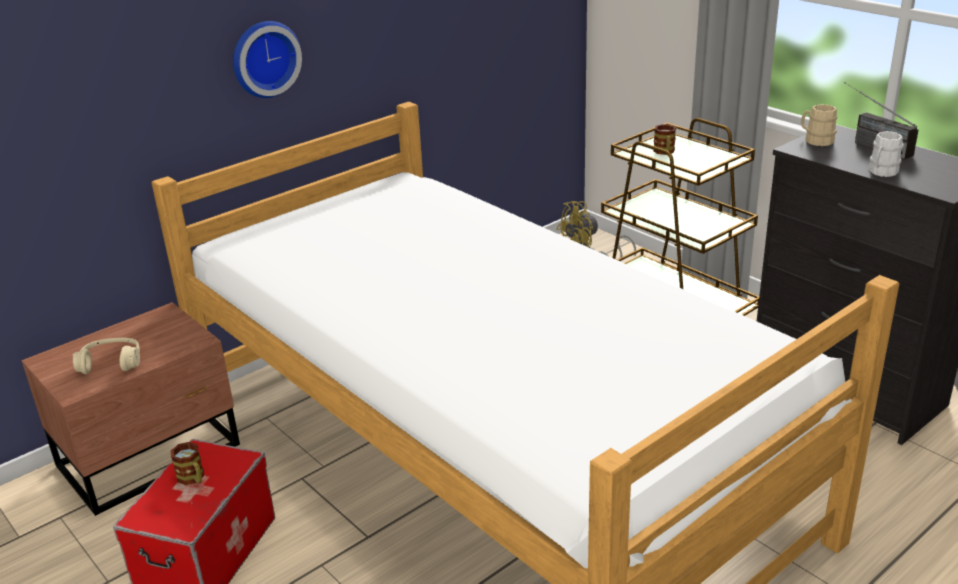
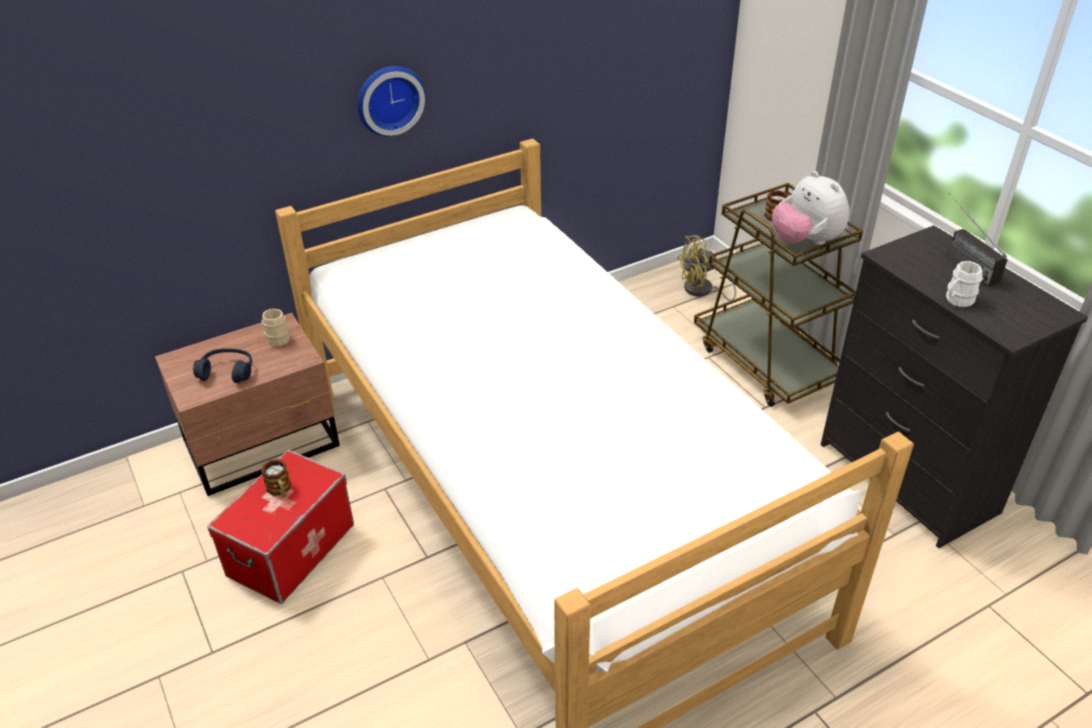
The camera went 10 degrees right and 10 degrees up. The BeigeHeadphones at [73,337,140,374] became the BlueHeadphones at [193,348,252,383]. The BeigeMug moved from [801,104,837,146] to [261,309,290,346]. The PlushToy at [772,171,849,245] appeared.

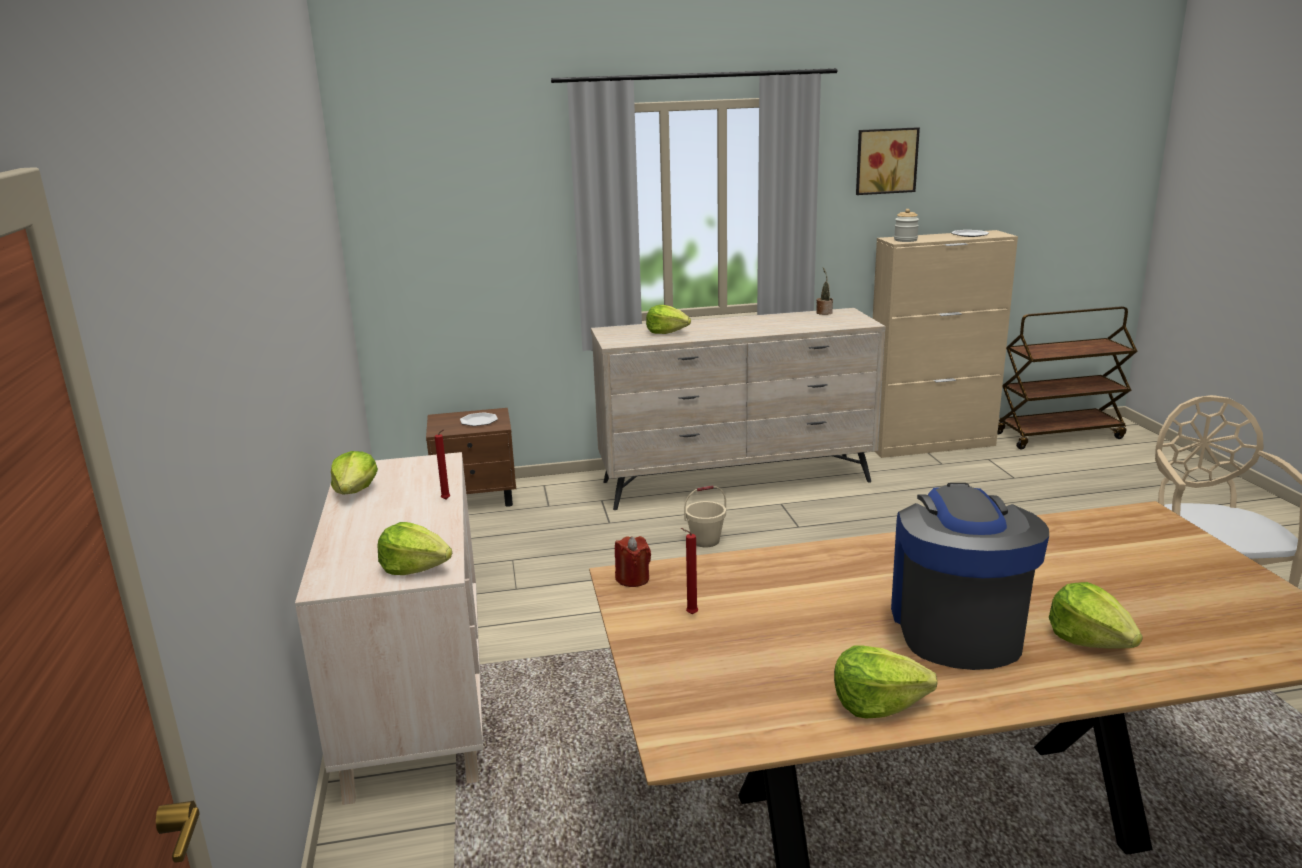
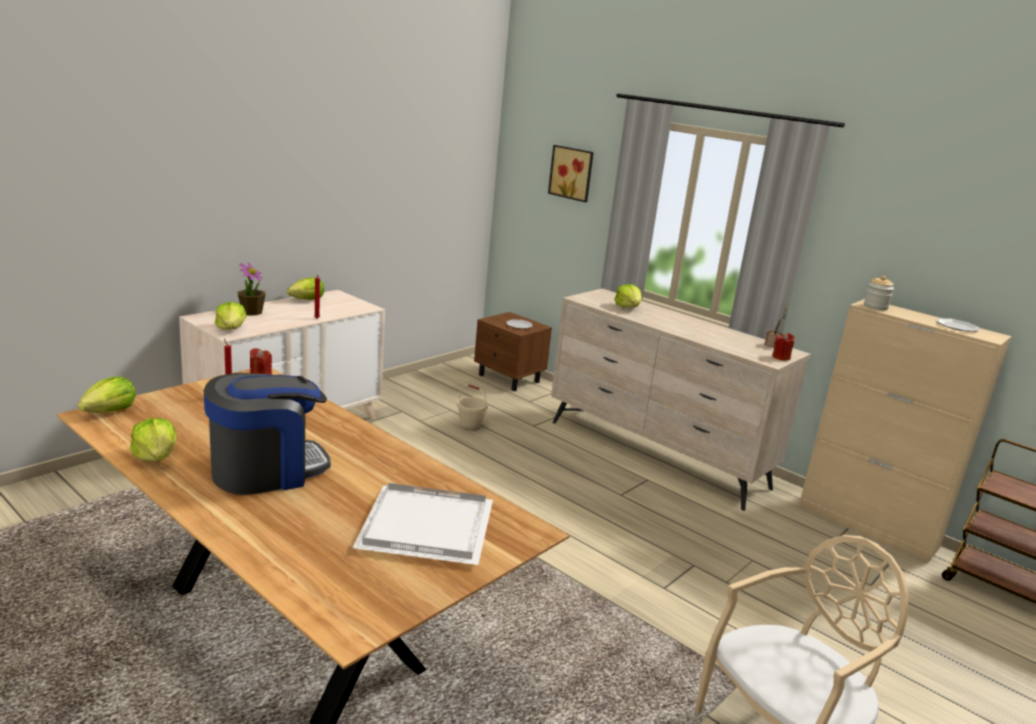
The camera went 50 degrees right and 0 degrees up. The BeigeBucket moved from [684,485,726,547] to [457,384,488,431]. The Picture moved from [856,127,920,195] to [548,145,594,202]. The Lettuce moved from [1049,582,1143,649] to [78,377,136,413]. The PottedPlant at [238,262,266,315] appeared. The WhiteTray at [353,483,493,565] appeared. The RedCandle at [772,333,794,361] appeared.

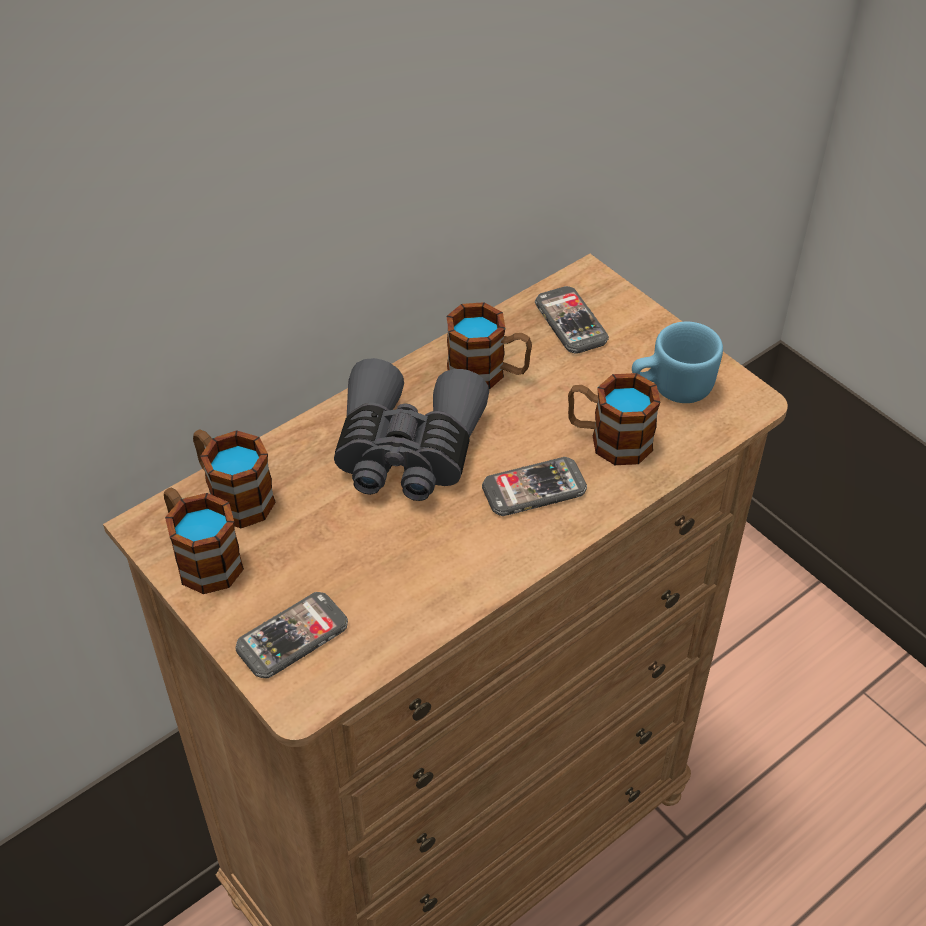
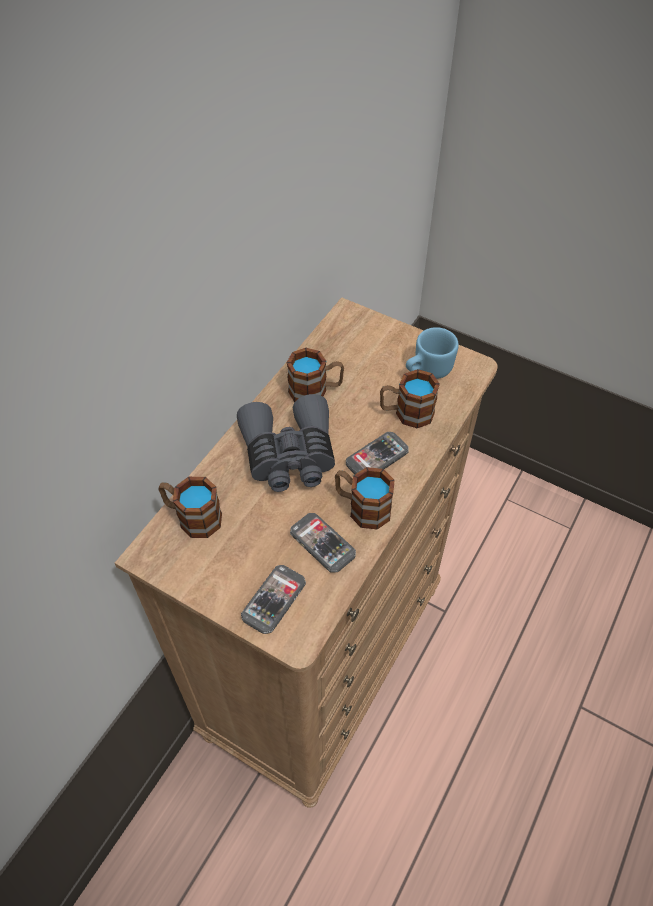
The camera went 20 degrees left and 5 degrees up. The Mug moved from [164,488,244,594] to [335,467,394,529]. The Phone moved from [535,286,609,354] to [290,513,356,573].

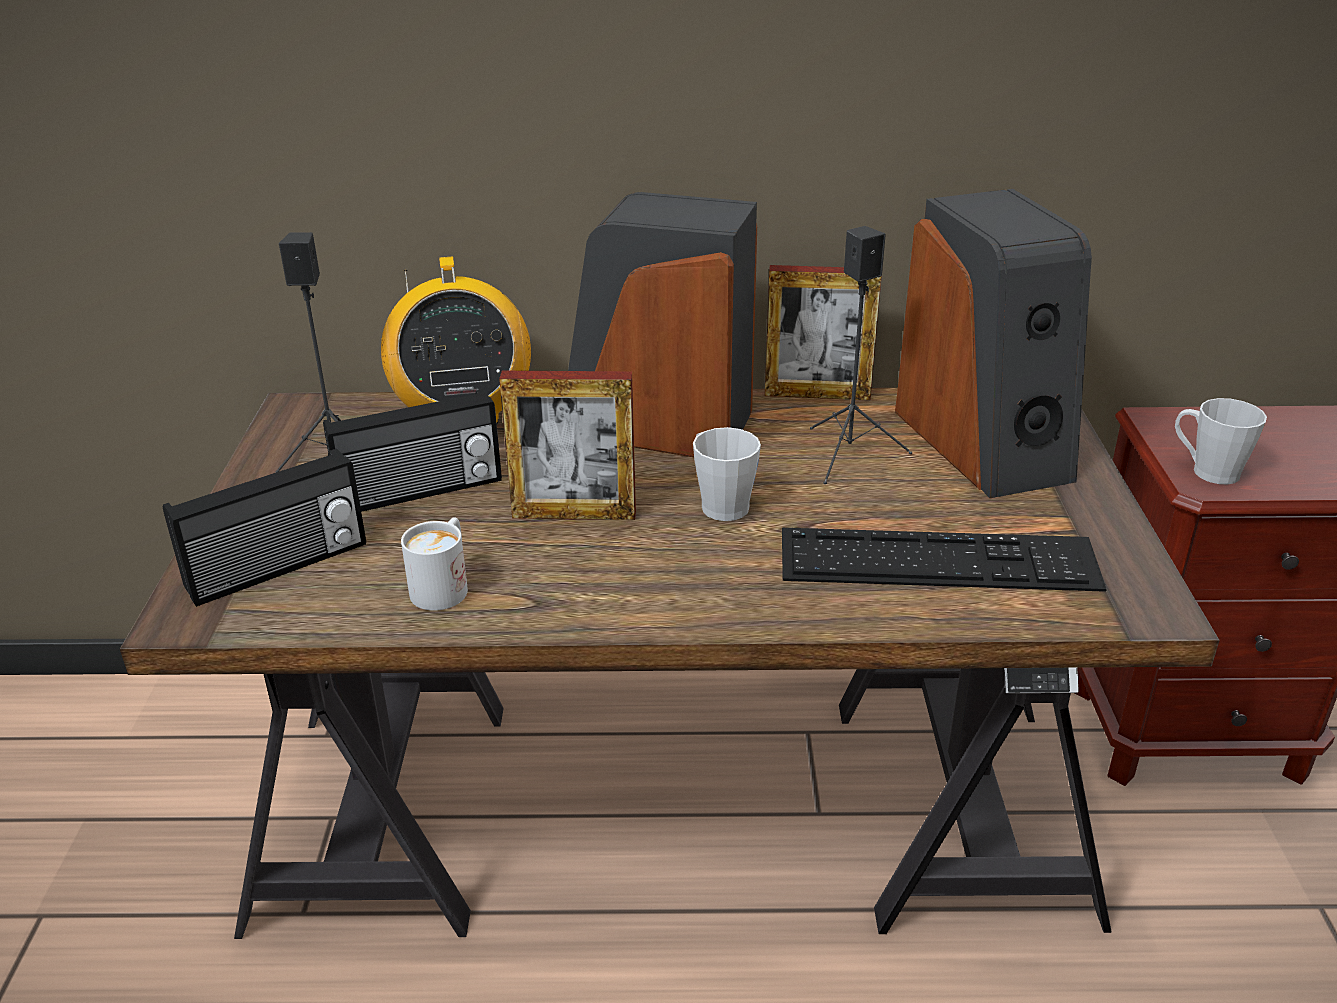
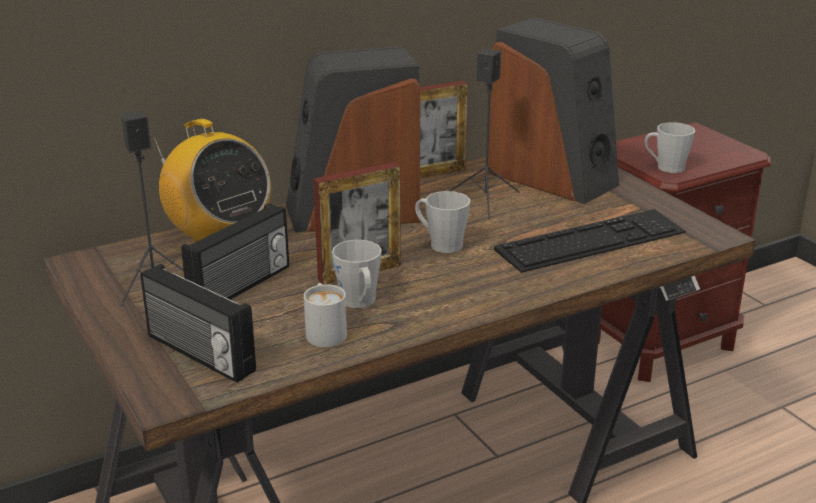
The camera went 30 degrees left and 5 degrees down. The Radio at [163,449,366,607] turned 105 degrees clockwise. The GreyMug at [332,240,382,308] appeared.

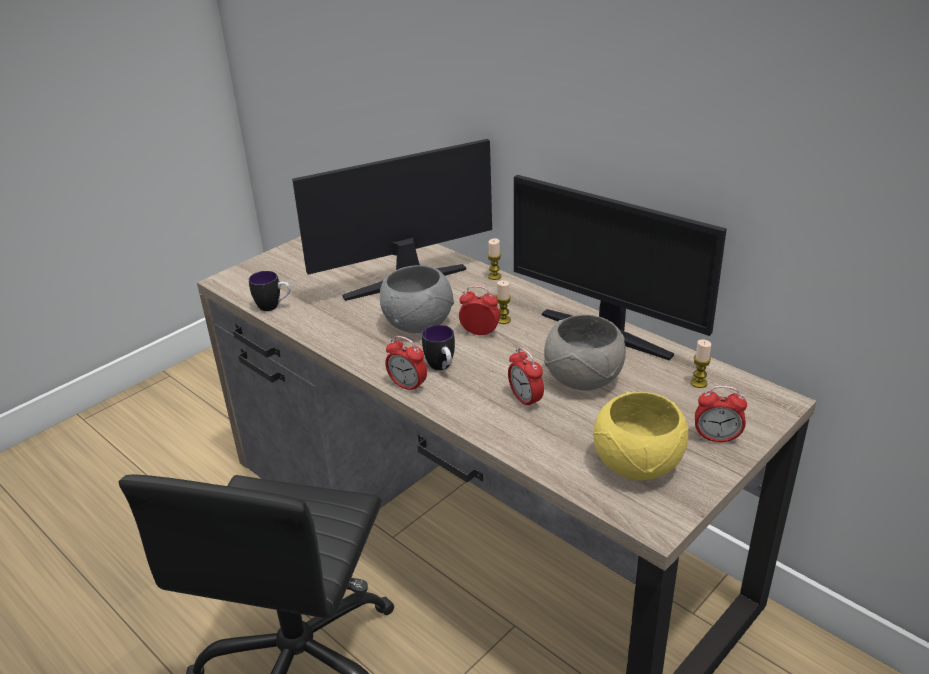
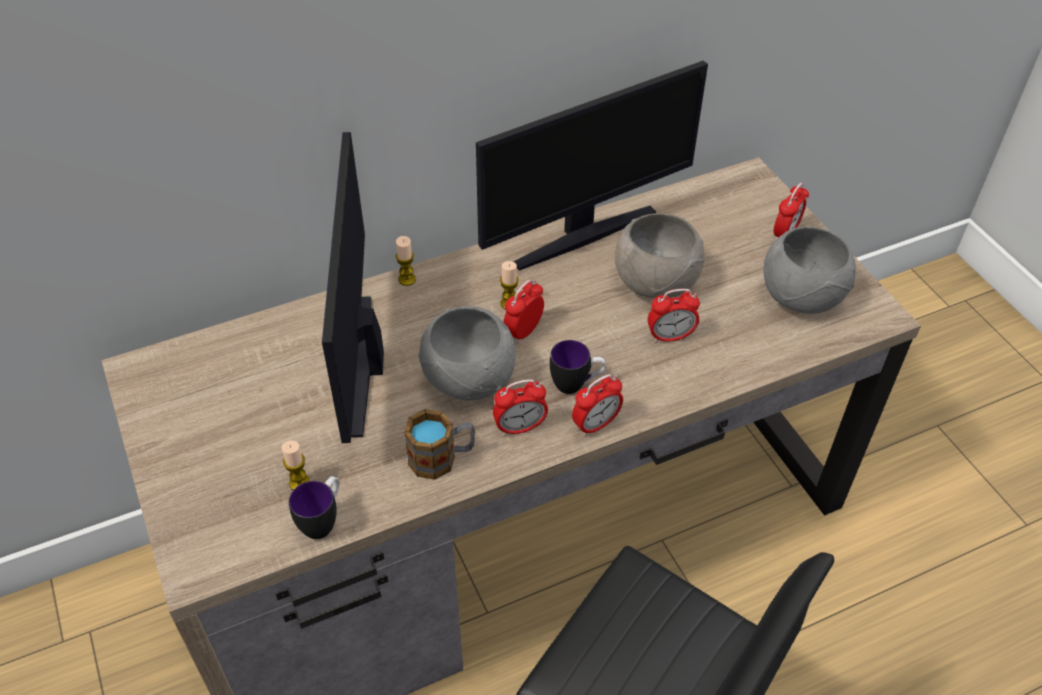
The camera went 70 degrees left and 15 degrees up. The YellowBowl at [593,392,688,480] became the GreyBowl at [763,227,856,314]. The Candle moved from [691,339,711,388] to [281,441,310,490]. The Mug at [404,409,475,479] appeared. The AlarmClock at [493,379,548,436] appeared.

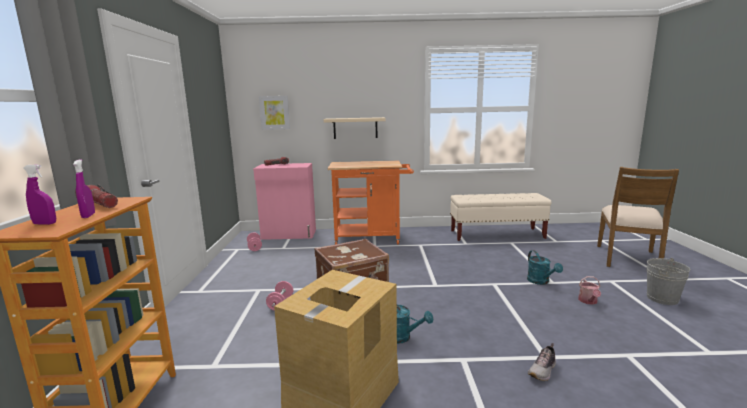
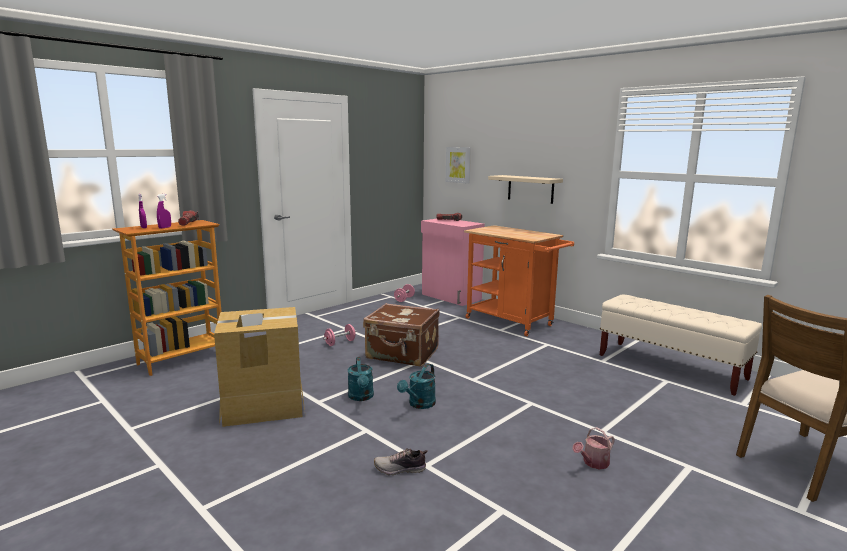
The camera went 45 degrees right and 0 degrees up. The TurquoiseWateringCan moved from [527,250,563,285] to [397,364,436,409]. The GreyBucket at [647,258,690,305] disappeared.

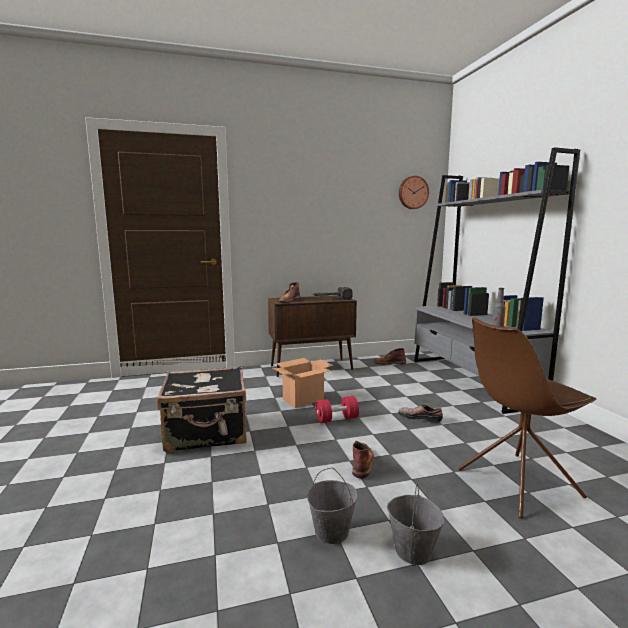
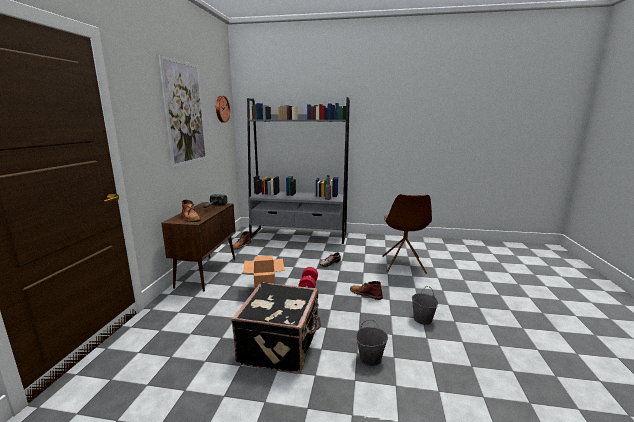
The camera went 65 degrees left and 5 degrees up. The GreyBucket moved from [387,482,445,565] to [356,320,388,366]. The Picture at [158,55,207,167] appeared.

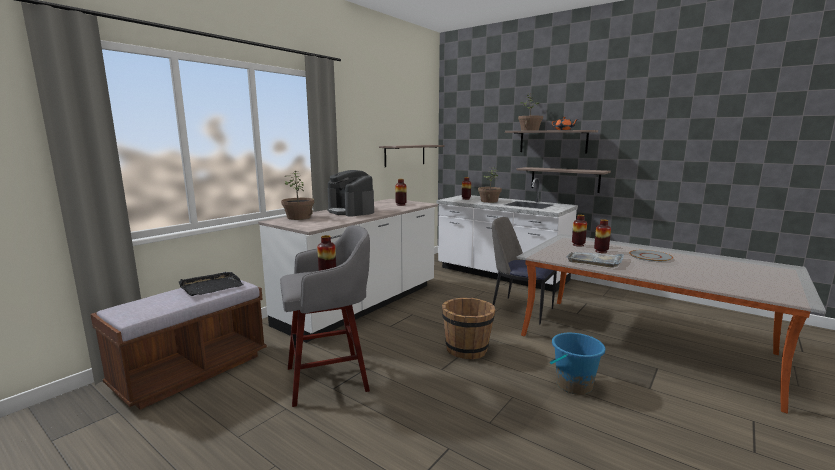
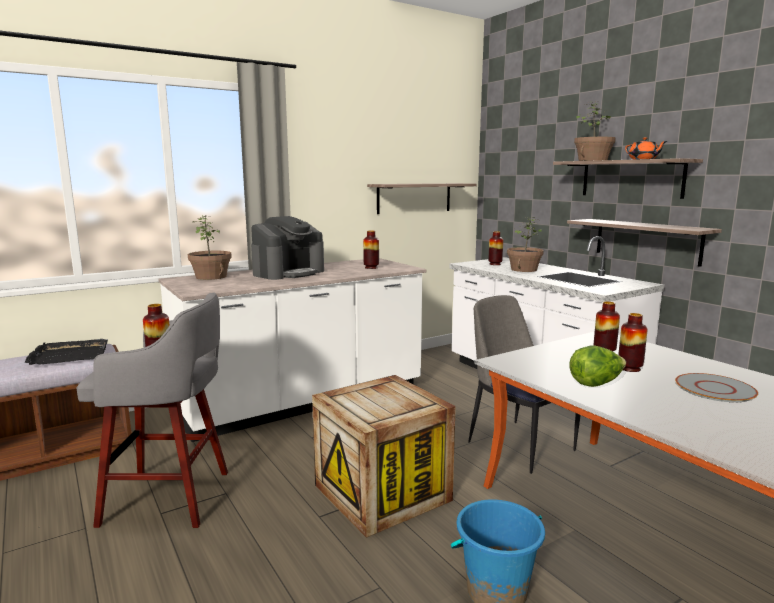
The camera went 20 degrees right and 0 degrees up. The CoffeeMachine at [327,170,374,216] turned 120 degrees counterclockwise. The BrownBucket at [442,298,495,359] was replaced by the Crate at [312,375,456,538]. The GreyTray at [567,252,624,268] was replaced by the Lettuce at [569,345,626,387].

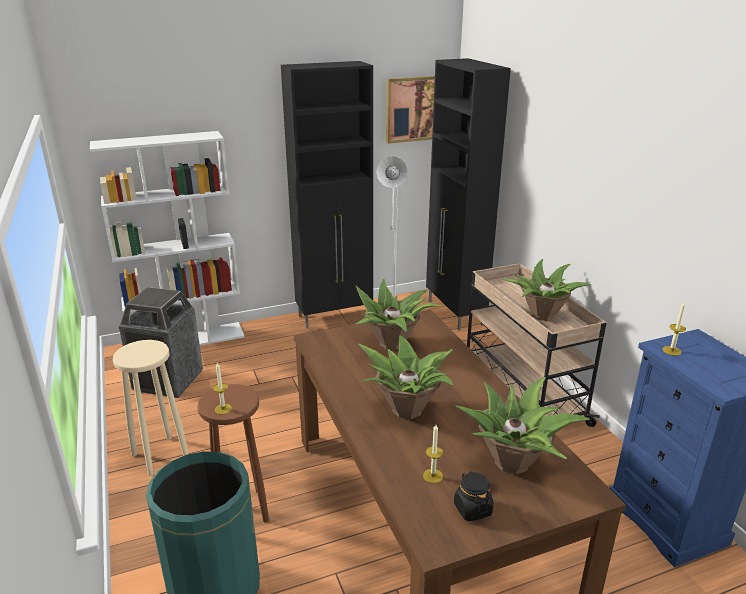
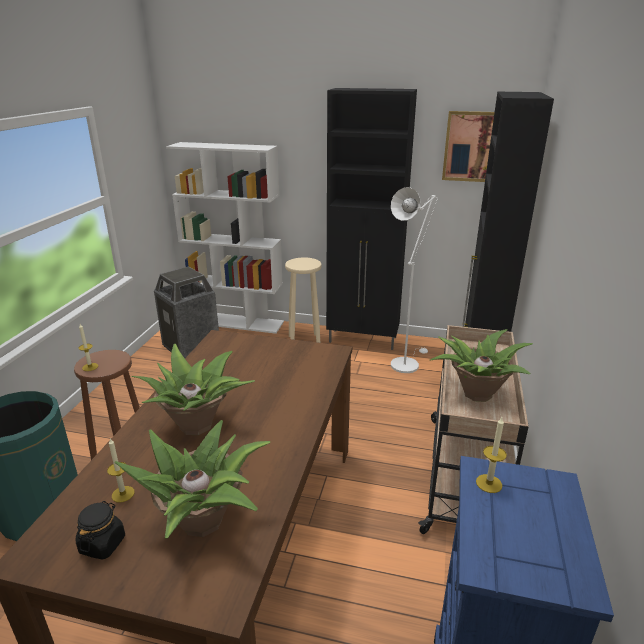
The camera went 35 degrees right and 0 degrees up. The BeigeStool moved from [113,340,189,476] to [285,257,322,343]. The PottedPlant at [356,279,440,350] disappeared.

